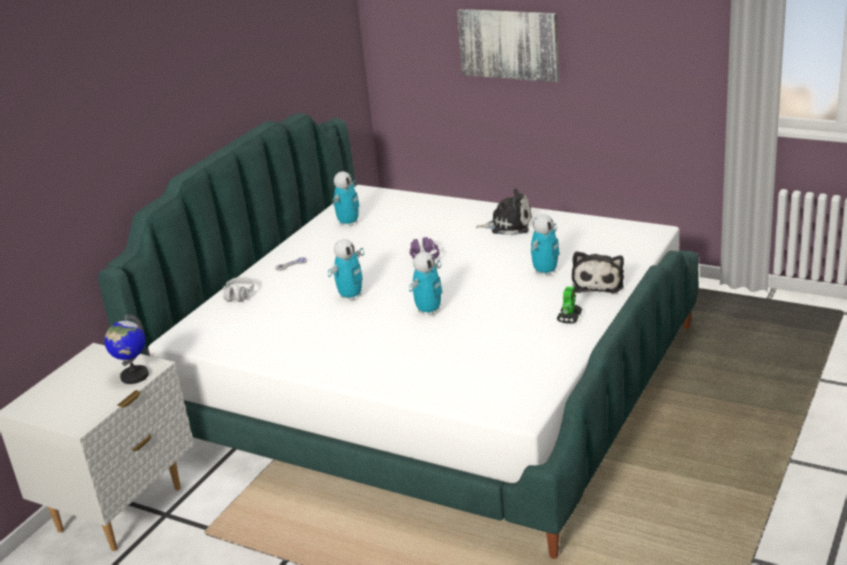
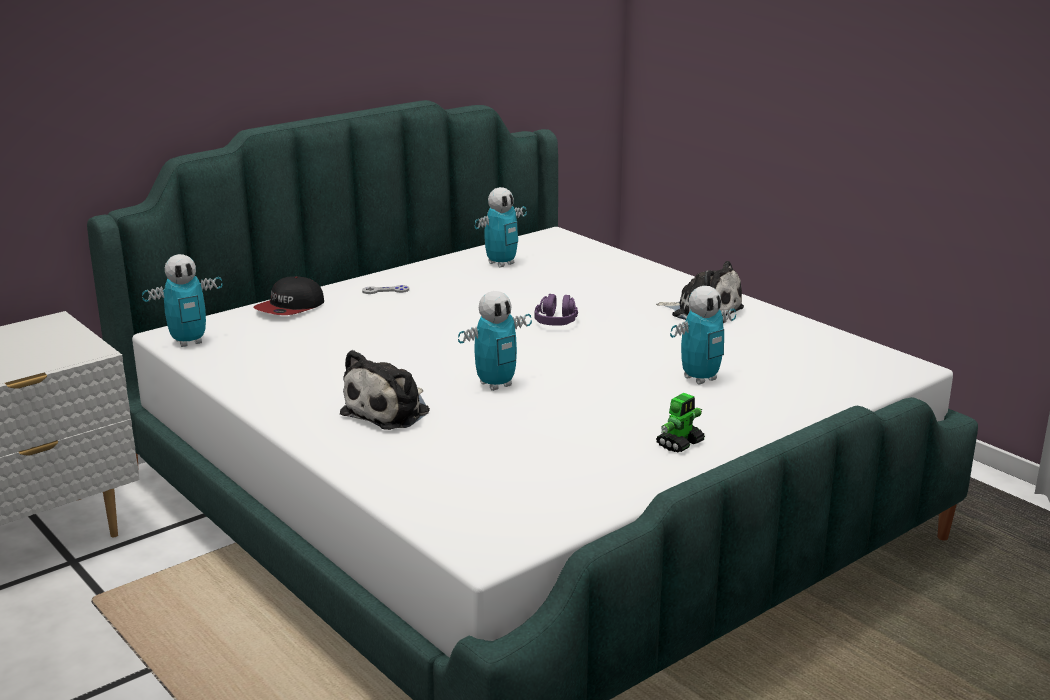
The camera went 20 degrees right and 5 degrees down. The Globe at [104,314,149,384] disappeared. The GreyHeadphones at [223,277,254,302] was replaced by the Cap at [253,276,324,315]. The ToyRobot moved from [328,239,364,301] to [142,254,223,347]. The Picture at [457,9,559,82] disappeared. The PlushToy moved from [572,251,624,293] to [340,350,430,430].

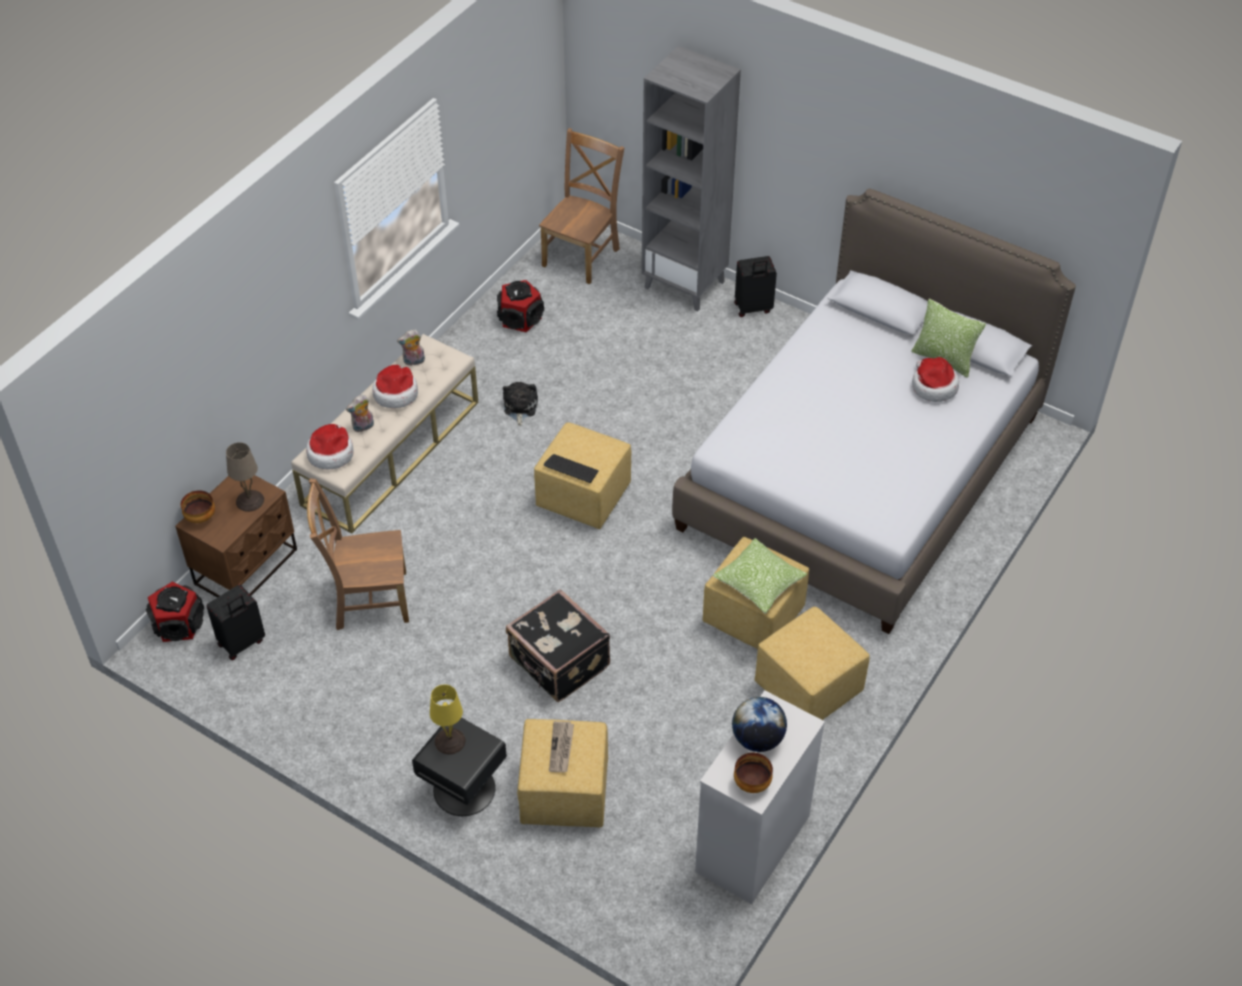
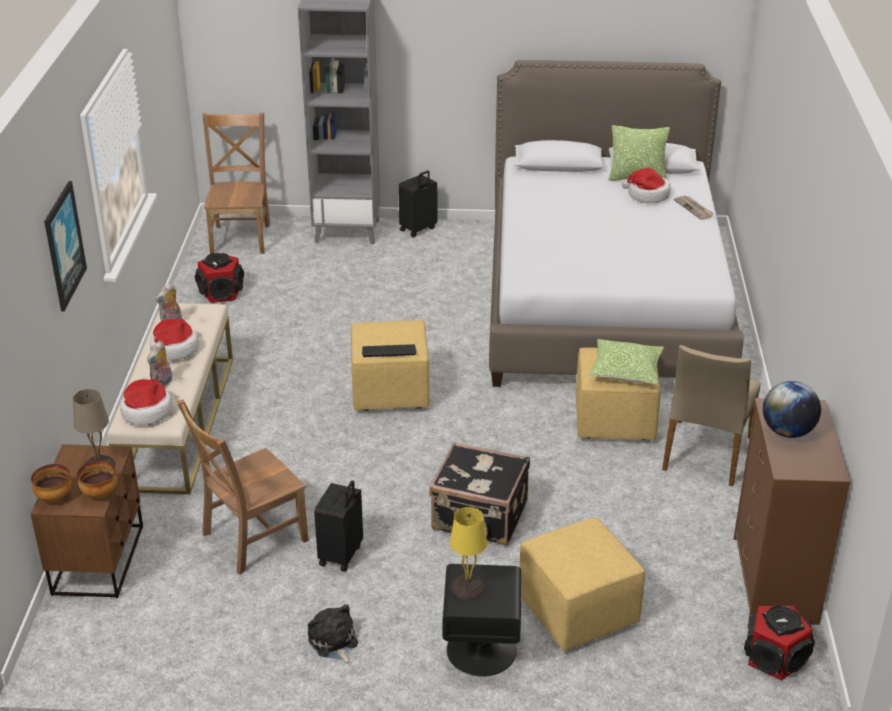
The camera went 30 degrees left and 15 degrees down. The Speaker moved from [146,581,204,642] to [744,606,815,680]. The BlackSuitcase moved from [206,584,265,660] to [314,480,363,572]. The PlushToy moved from [503,382,538,426] to [308,604,358,664]. The Newspaper moved from [549,721,574,772] to [674,196,714,220]. The WhiteDresser at [695,690,825,904] became the BrownDresser at [734,398,850,625]. The Bowl moved from [734,753,773,793] to [77,461,117,498]. The YellowOttoman at [754,607,870,720] was replaced by the BeigeChair at [662,345,761,486]. The Picture at [44,181,87,311] appeared.

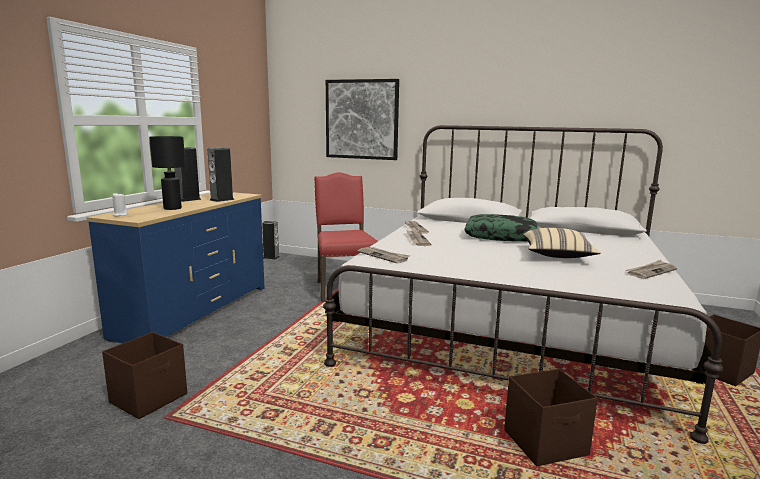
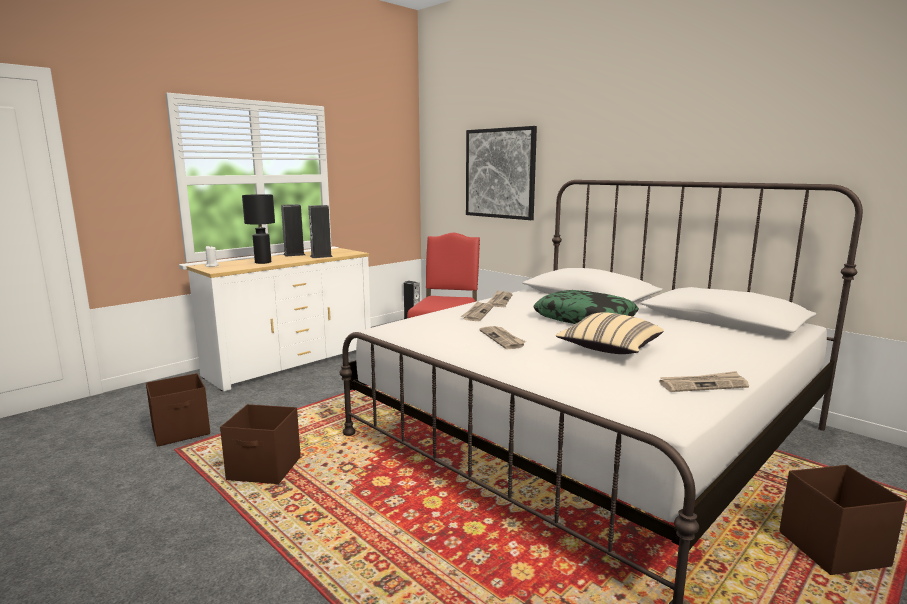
The camera went 25 degrees right and 0 degrees up. The BlueDresser at [86,192,265,344] became the WhiteDresser at [186,248,371,391]. The Newspaper moved from [358,247,410,264] to [479,326,526,349]. The BrownStorageBox moved from [504,369,598,466] to [220,404,301,484].

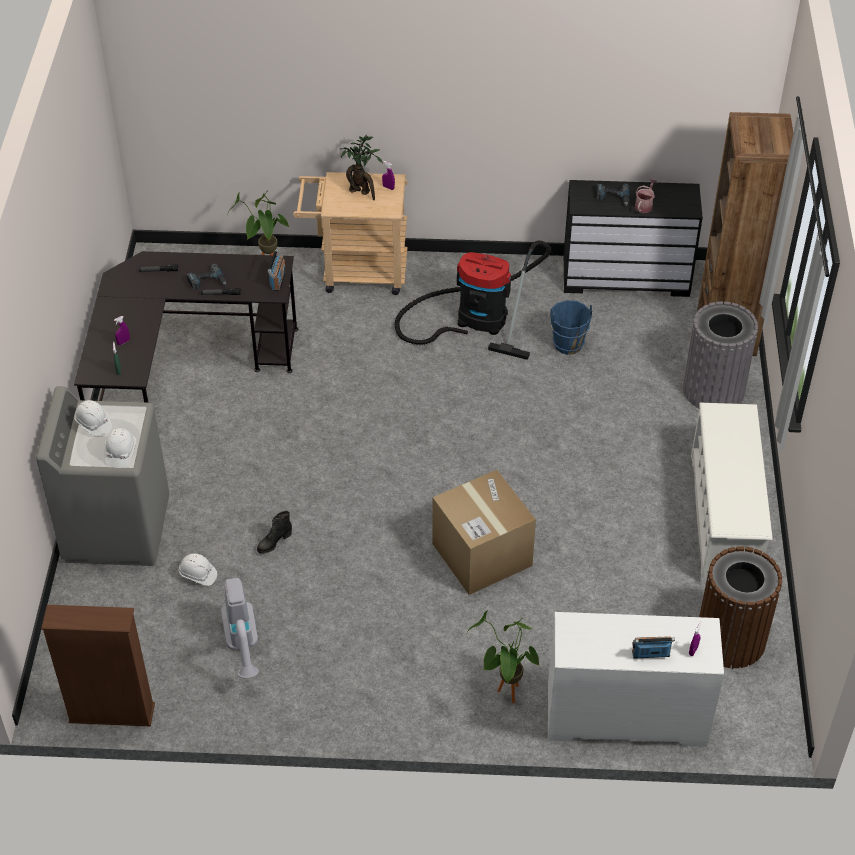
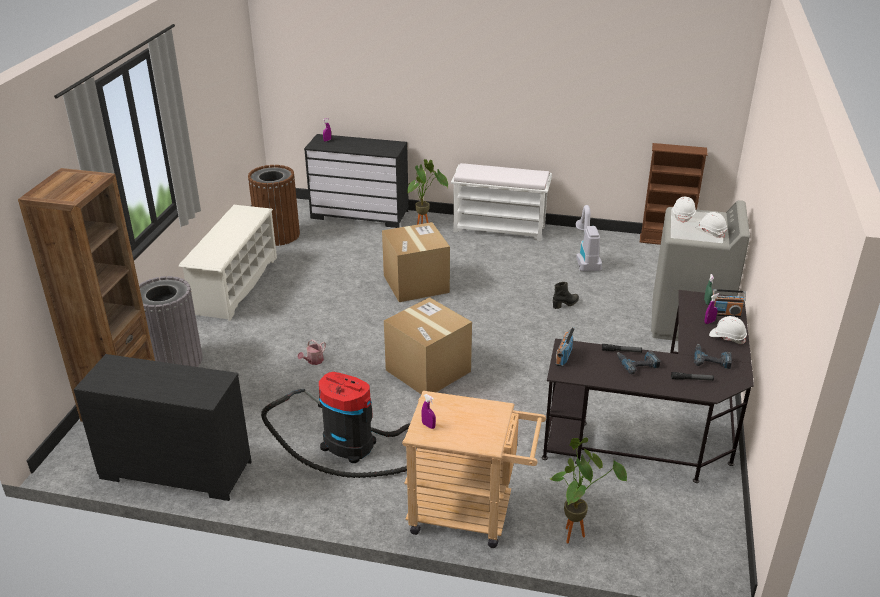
The camera went 170 degrees left and 15 degrees down. The WhiteHardHat moved from [179,553,217,586] to [709,316,747,344]. The PottedPlant at [341,135,383,200] disappeared. The WhiteDresser at [548,612,724,747] became the BlackDresser at [304,134,409,228]. The BlueBucket at [550,300,592,355] disappeared. The PowerDrill moved from [596,184,630,206] to [694,344,732,369]. The Radio moved from [632,636,675,659] to [713,289,746,317]. The WateringCan moved from [635,179,657,213] to [297,340,326,365]. The CardboardBox at [384,297,472,394] appeared. The WhiteBench at [451,163,552,241] appeared.

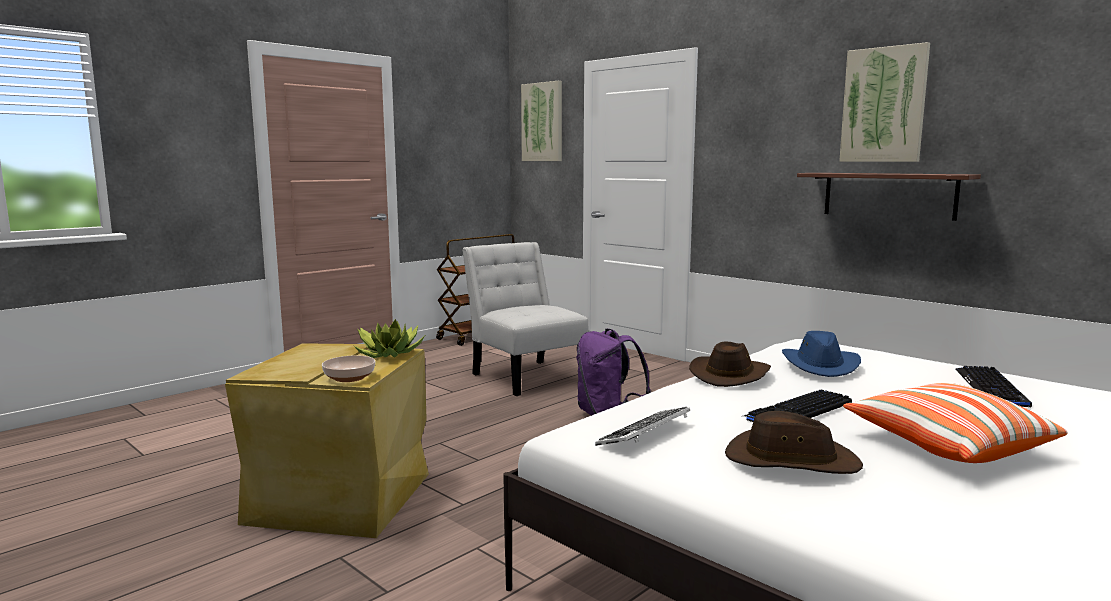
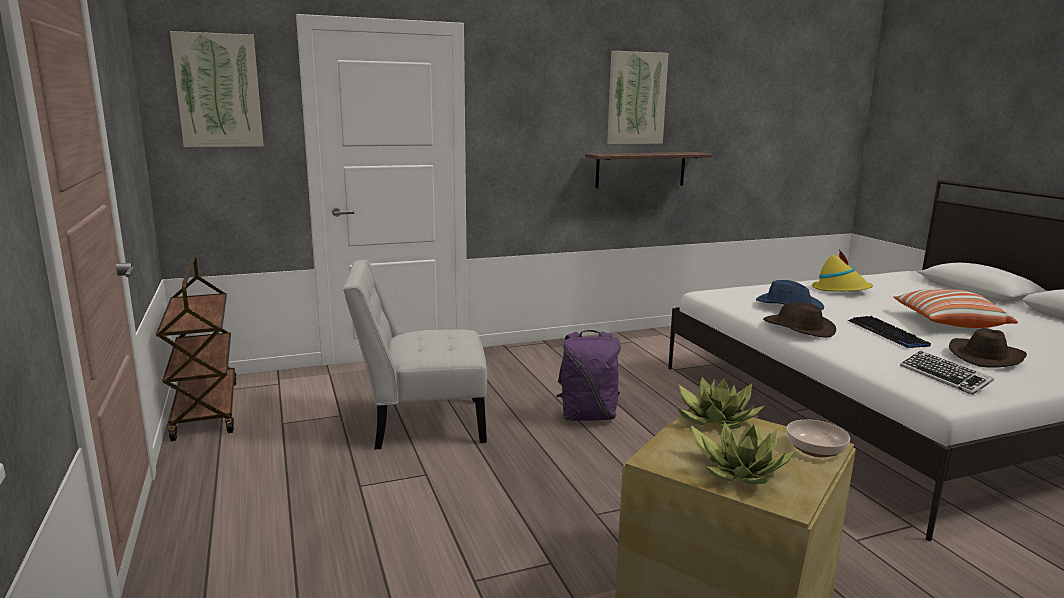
The camera went 65 degrees left and 5 degrees up. The Keyboard at [955,366,1032,408] was replaced by the YellowHat at [812,249,873,291]. The PottedPlant at [691,422,795,484] appeared.

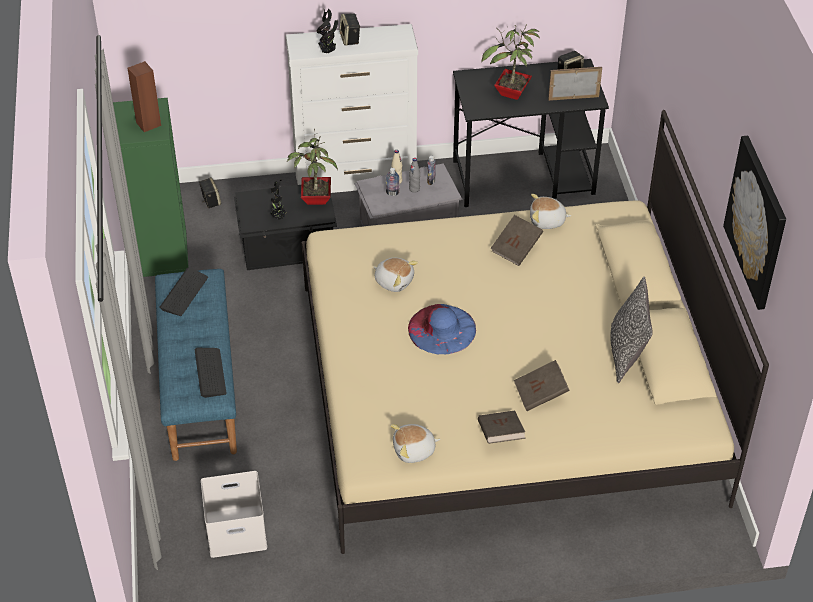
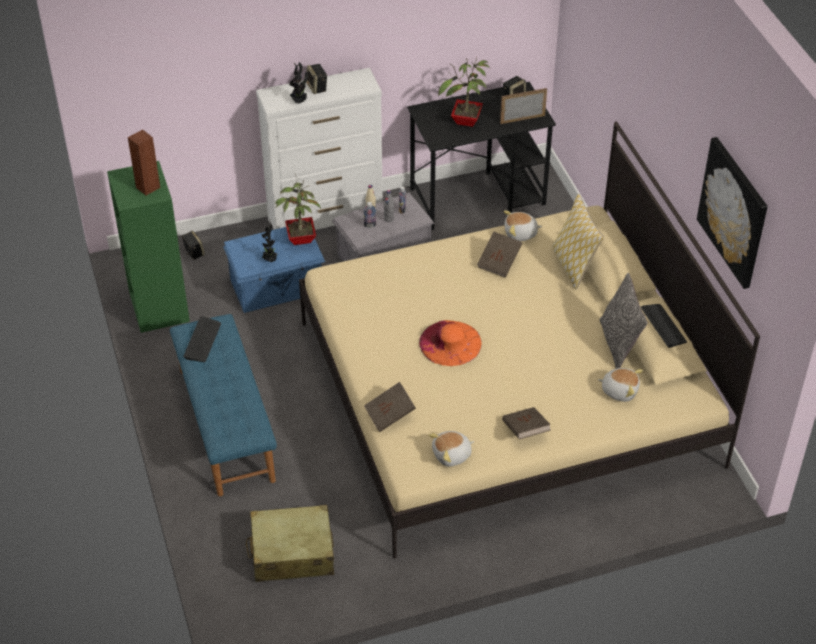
The camera went 10 degrees left and 0 degrees up. The Keyboard moved from [195,348,227,398] to [641,304,687,348]. The WhiteStorageBox at [201,471,267,558] was replaced by the BeigeSuitcase at [246,505,334,582]. The BlackStorageBox at [234,185,337,270] became the BlueStorageBox at [223,227,325,313]. The PlushToy moved from [373,258,418,292] to [598,368,643,402]. The BlueHat at [408,304,476,355] became the OrangeHat at [419,320,482,366]. The BrownBook moved from [514,360,570,411] to [364,382,416,432]. The Pillow at [552,194,604,289] appeared.

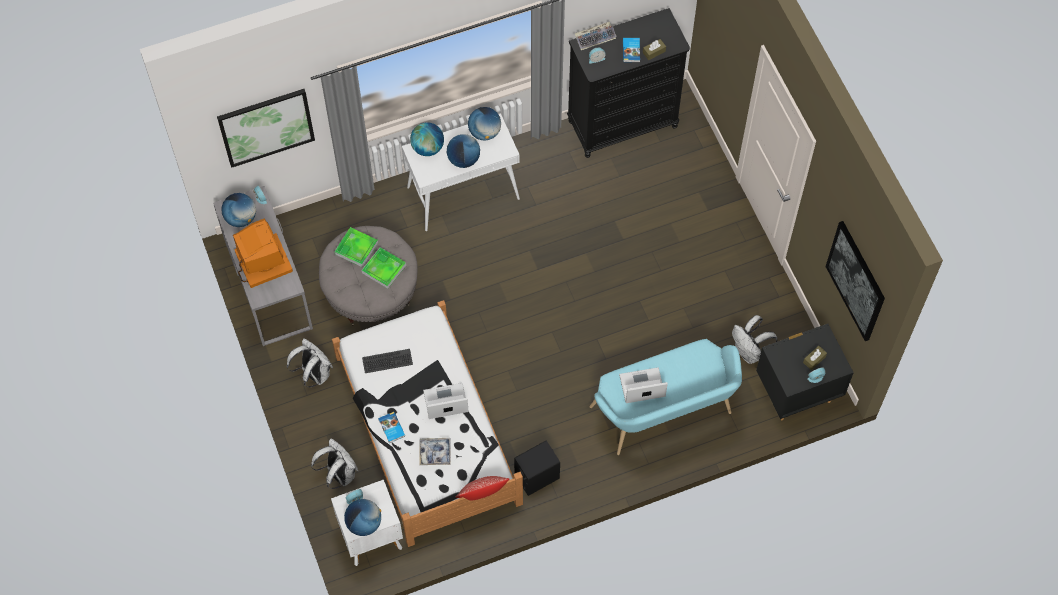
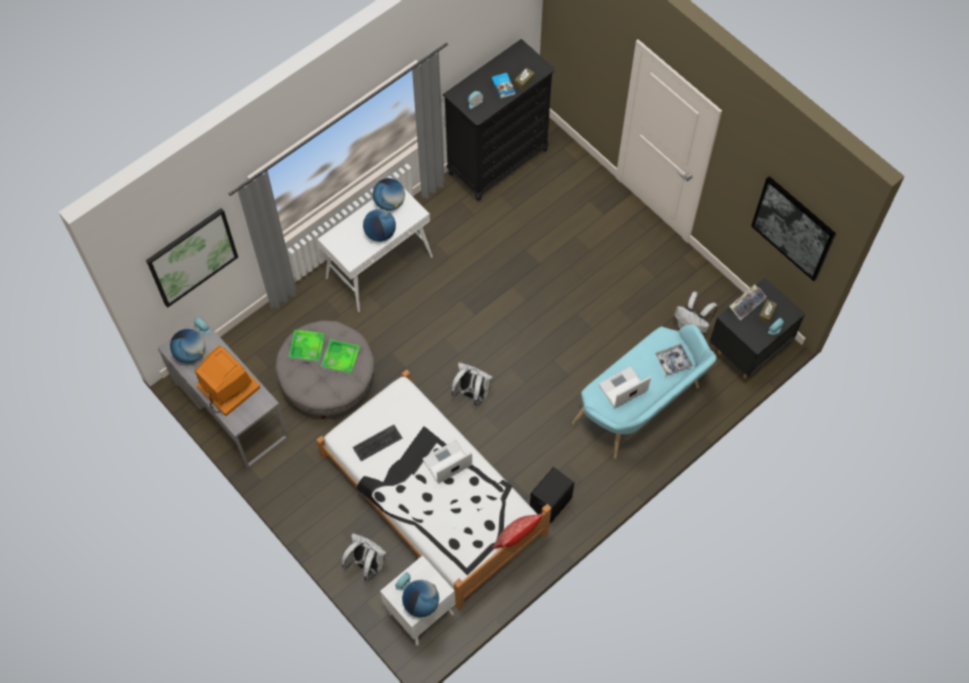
The camera went 20 degrees left and 0 degrees up. The WhiteBackpack moved from [287,339,333,387] to [452,362,494,406]. The Book at [378,412,405,443] disappeared. The Globe at [410,122,444,156] disappeared. The Tray moved from [420,438,451,465] to [655,343,693,376]. The Keyboard moved from [575,21,617,50] to [729,284,767,320].

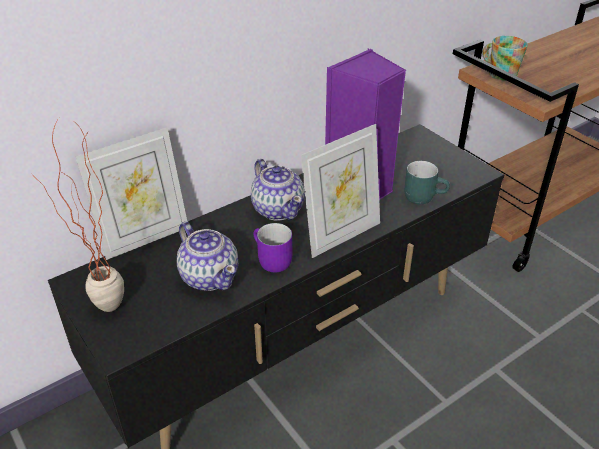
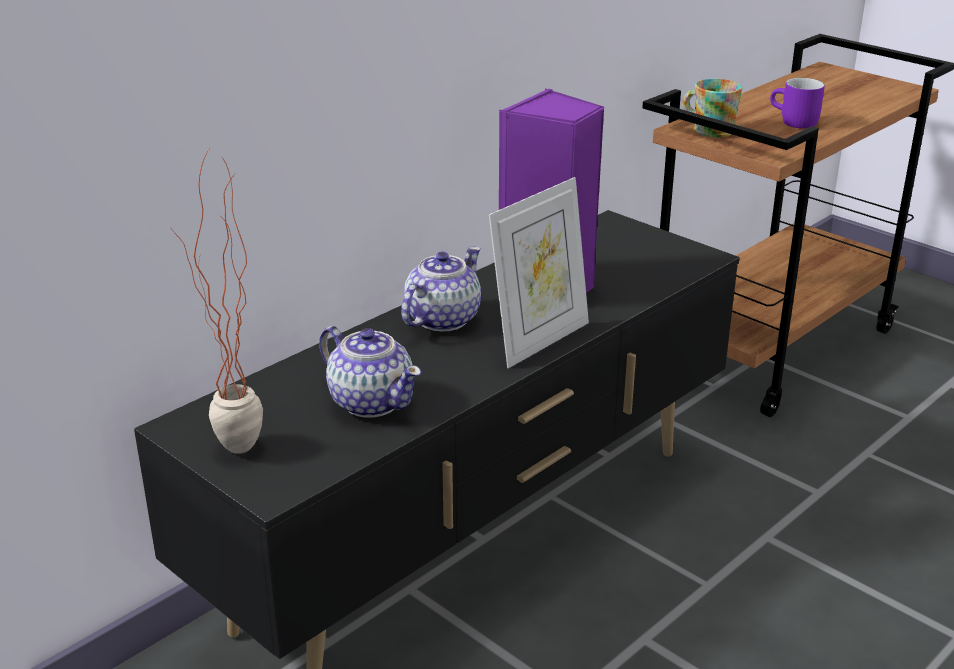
The camera went 10 degrees left and 10 degrees down. The PictureFrame at [75,127,187,260] disappeared. The Teapot at [251,159,305,220] turned 105 degrees counterclockwise. The PurpleMug moved from [254,223,292,272] to [770,78,825,129]. The TurquoiseMug at [405,161,450,204] disappeared.

